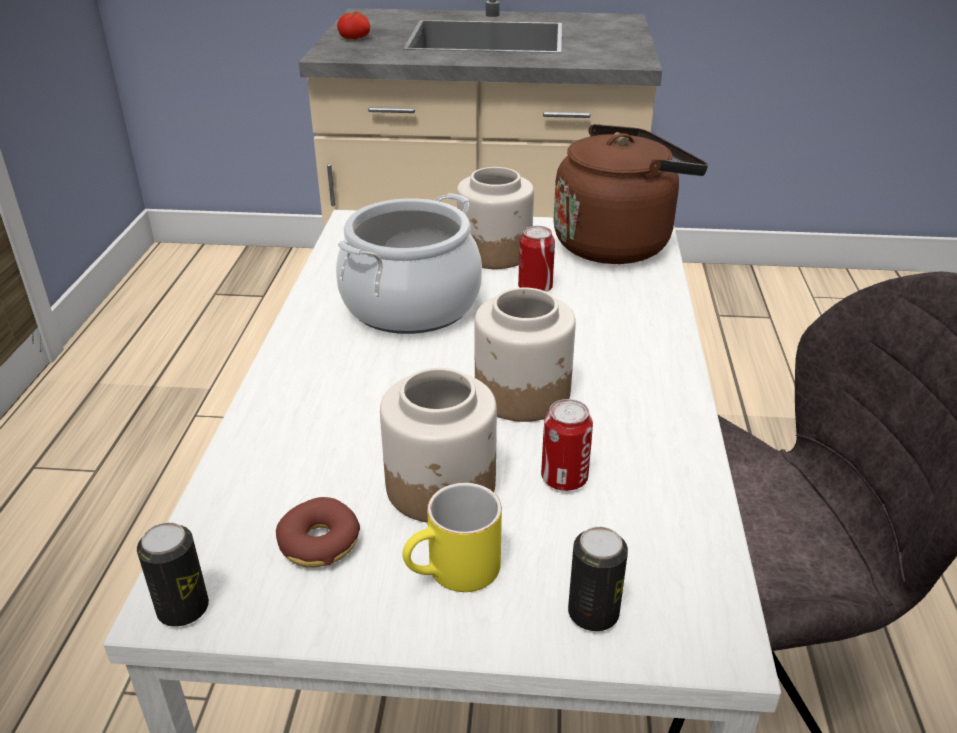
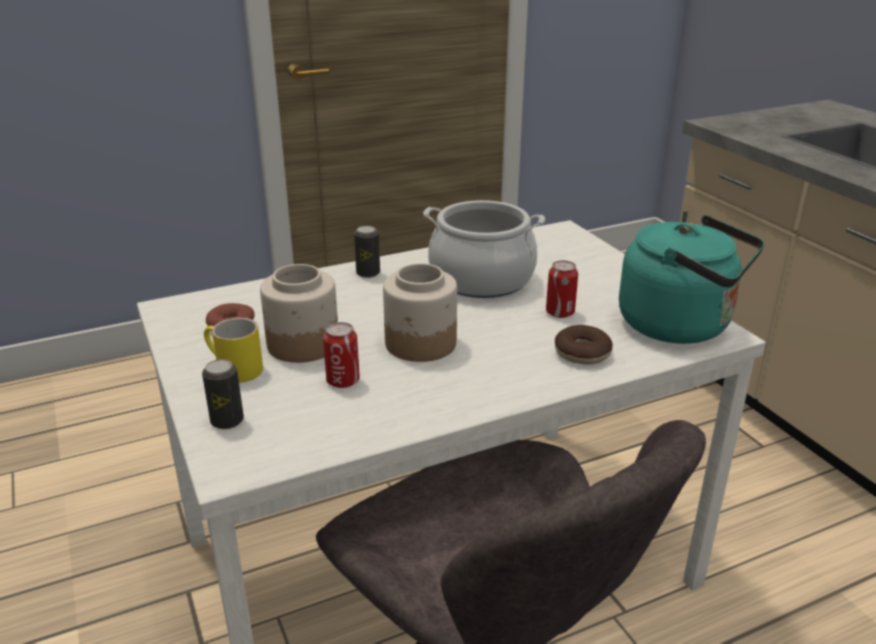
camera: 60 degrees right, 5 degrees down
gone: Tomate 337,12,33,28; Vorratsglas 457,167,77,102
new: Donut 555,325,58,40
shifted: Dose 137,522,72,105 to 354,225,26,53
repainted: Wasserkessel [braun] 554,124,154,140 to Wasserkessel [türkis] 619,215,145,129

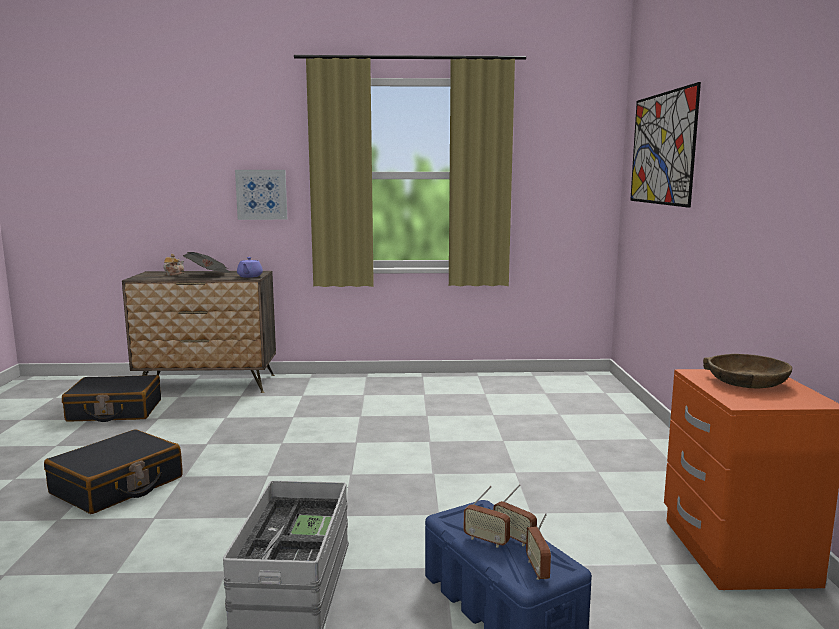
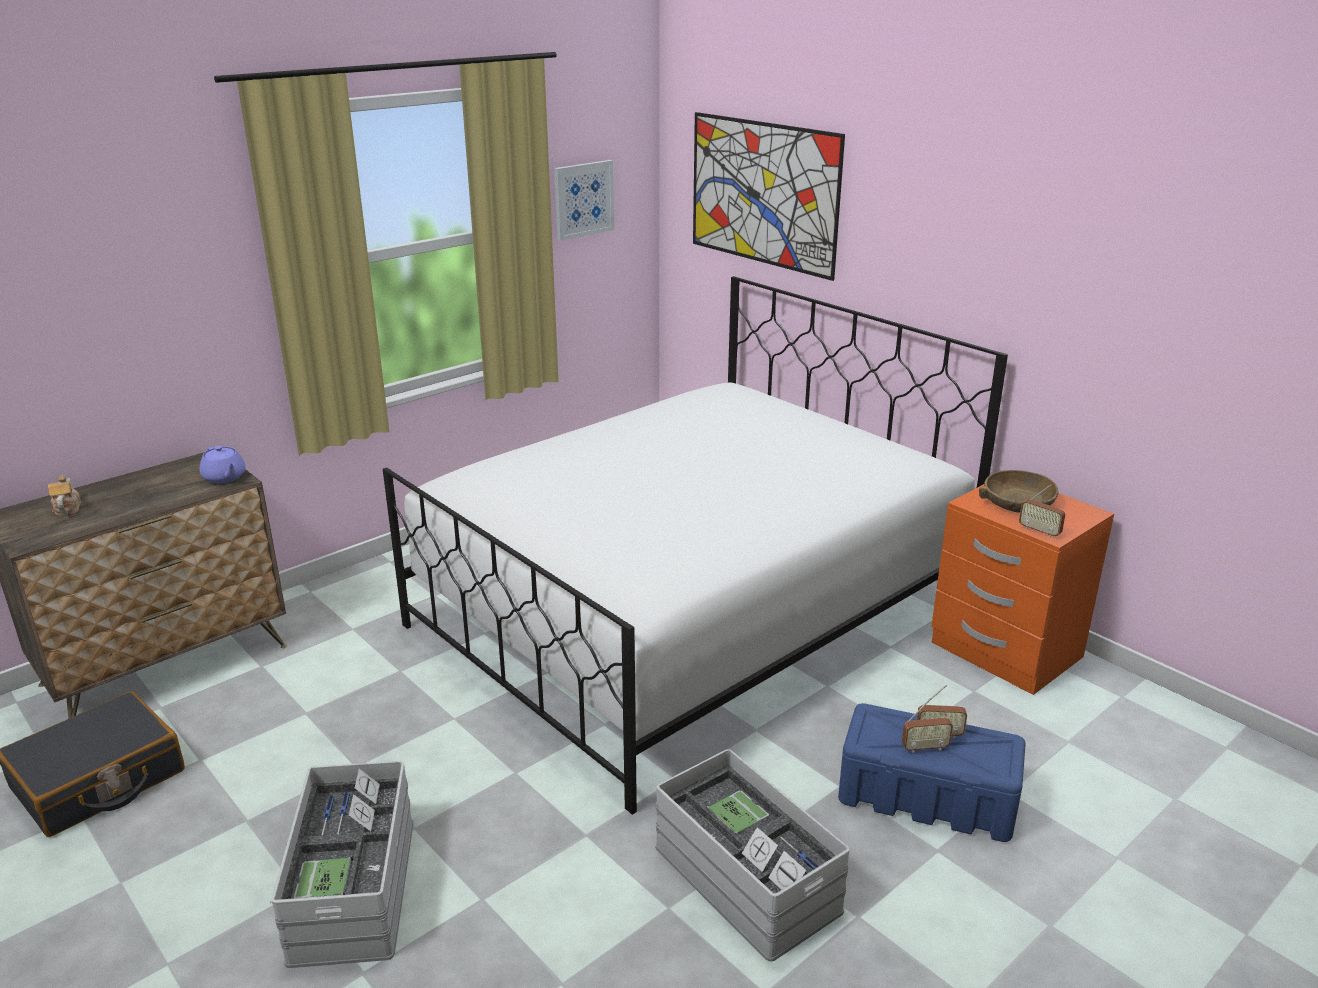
camera: 40 degrees left, 15 degrees up
gone: Zeitung 183,252,48,21
new: Bett [weiß] 383,276,625,539
shifted: Bild 235,170,52,50 to 554,160,60,81; Radio 526,513,25,67 to 1019,484,47,54
swapped: Koffer [schwarz] 44,429,138,85 to Aufbewahrungsbox [grau] 270,761,143,207

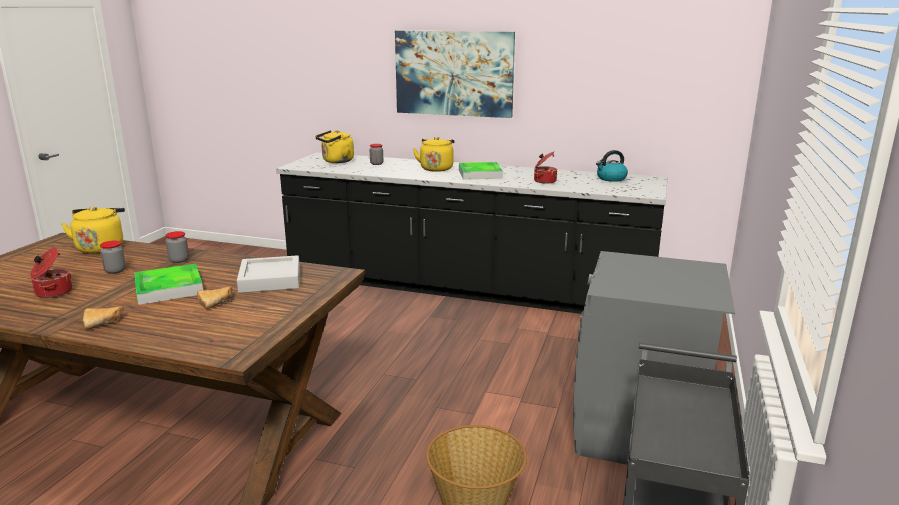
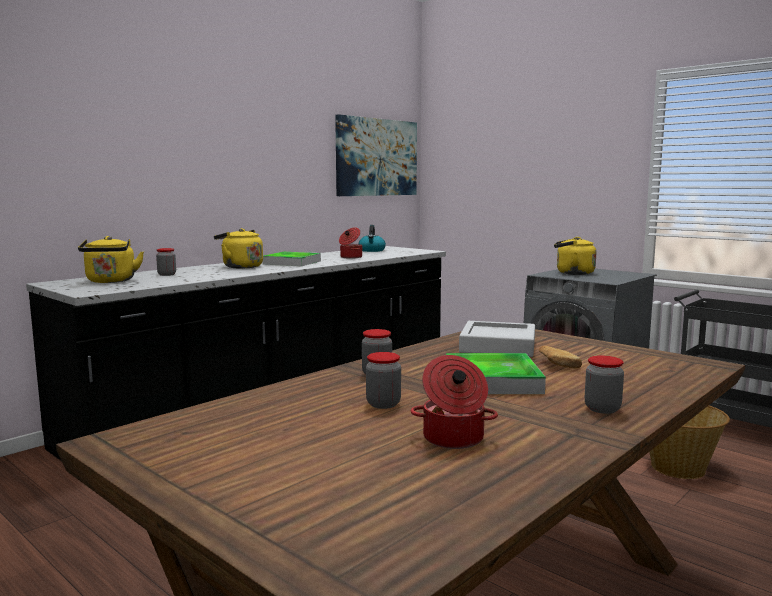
camera: 65 degrees left, 10 degrees down
shifted: Wasserkessel [gelb] 61,207,64,47 to 554,237,42,38; Bild 395,30,120,88 to 335,114,82,82
swapped: Brot 82,306,42,23 to Vorratsglas 585,355,39,59

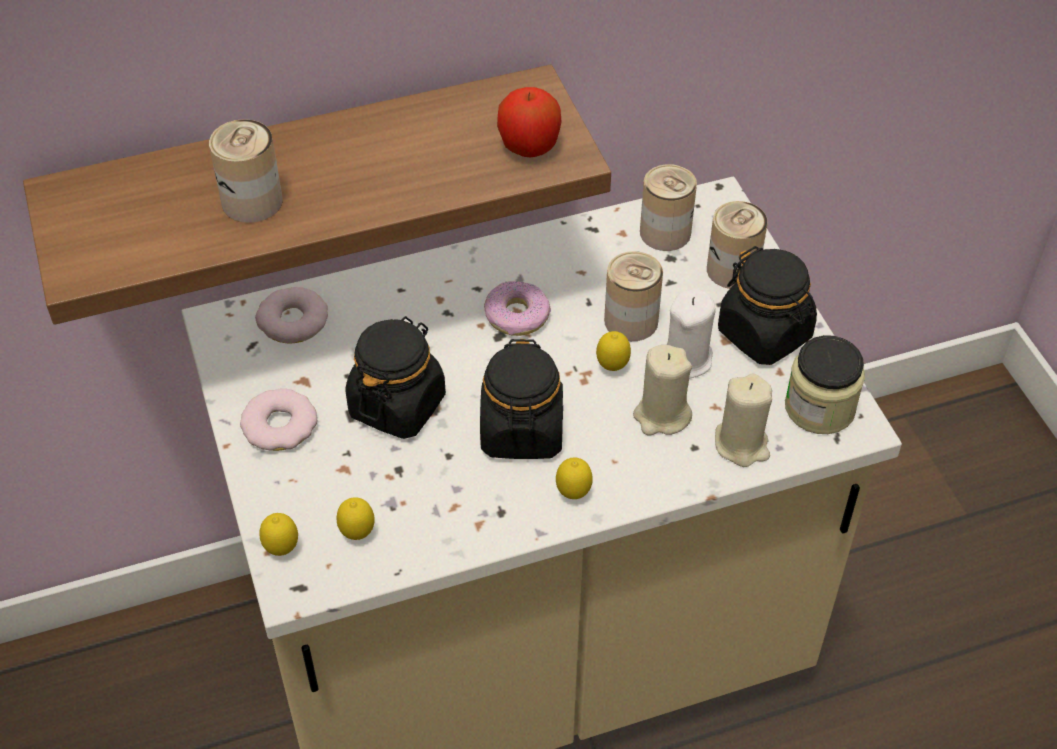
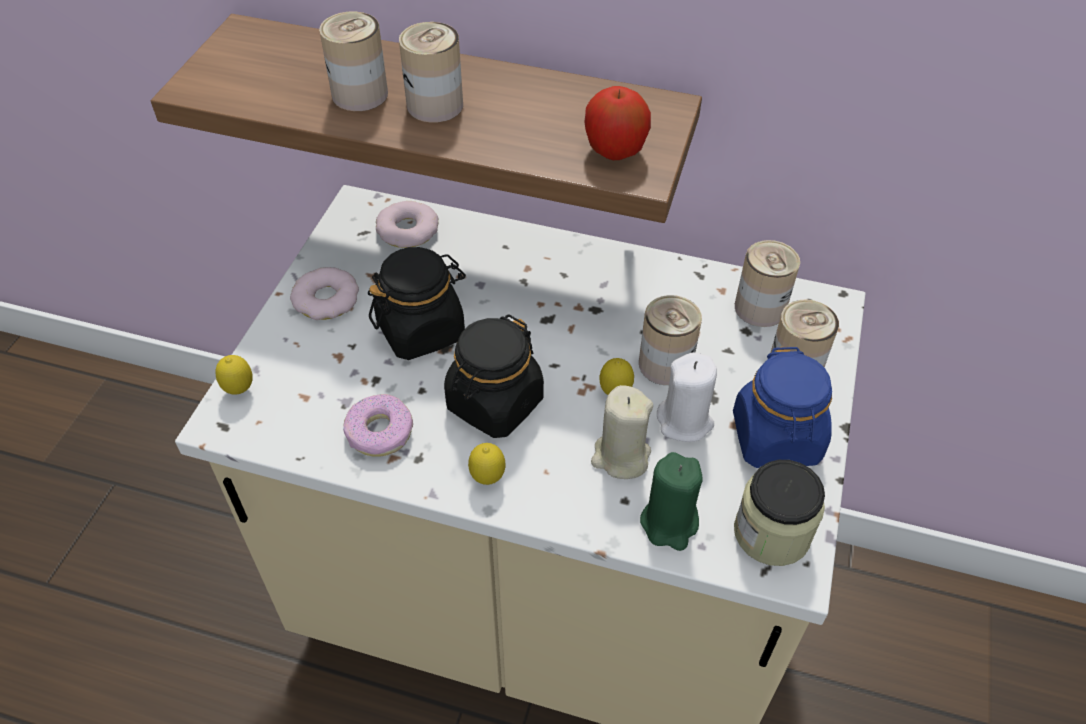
camera: 35 degrees right, 0 degrees up
gone: Zitrone 336,497,38,43
new: Dose 399,22,64,101
shifted: Donut 484,281,67,55 to 343,394,70,63
repainted: Kerze [beige] 715,374,57,93 to Kerze [grün] 640,452,62,99; Vorratsglas [schwarz] 718,246,99,119 to Vorratsglas [blau] 733,347,99,121

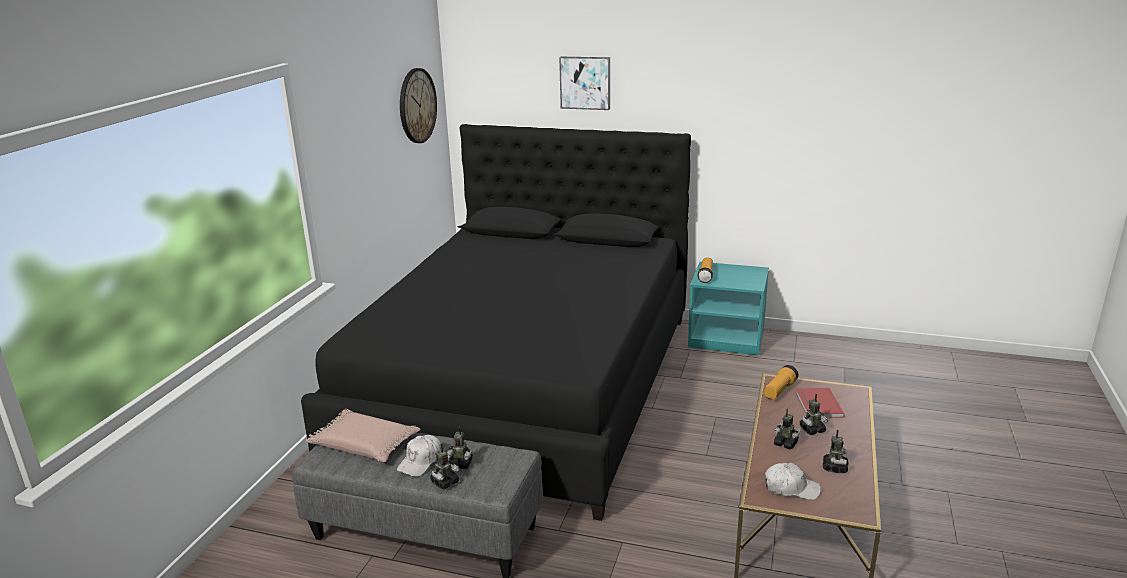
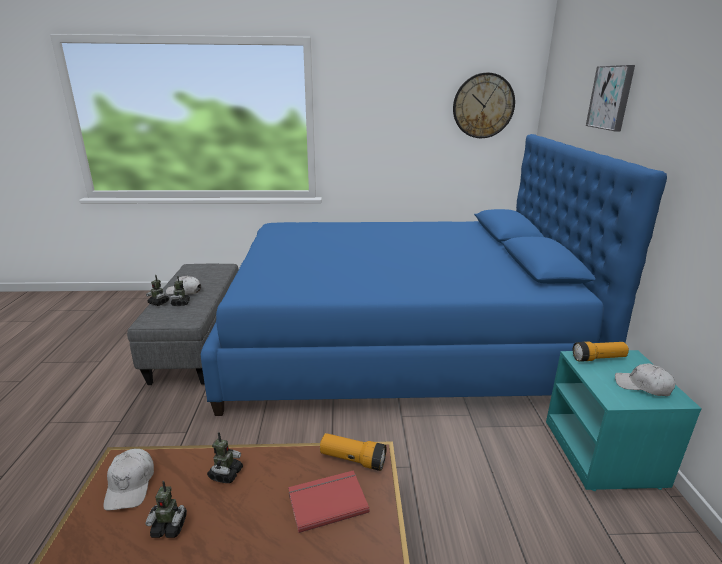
camera: 70 degrees right, 0 degrees up
gone: Kissen [beige] 306,409,114,53; Spielzeugroboter 800,394,28,41
new: Kappe [weiß] 615,363,60,33
repainted: Bett [schwarz] 301,124,390,397 to Bett [blau] 201,134,466,282

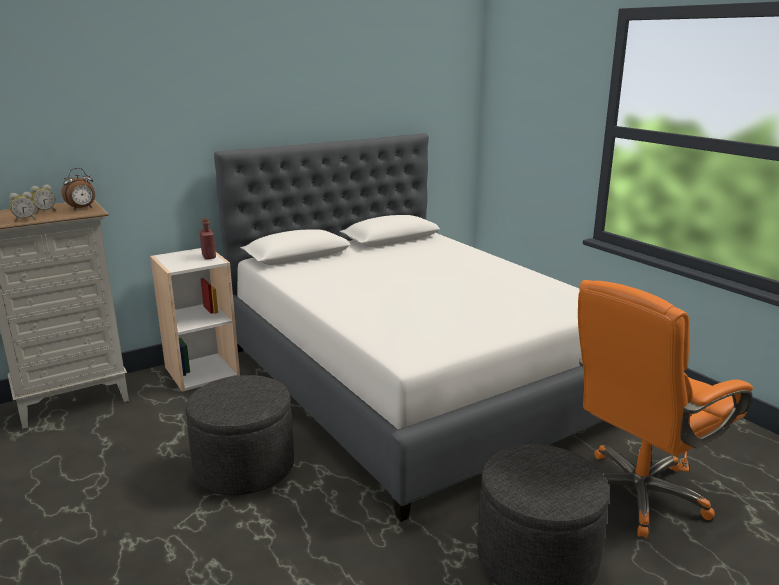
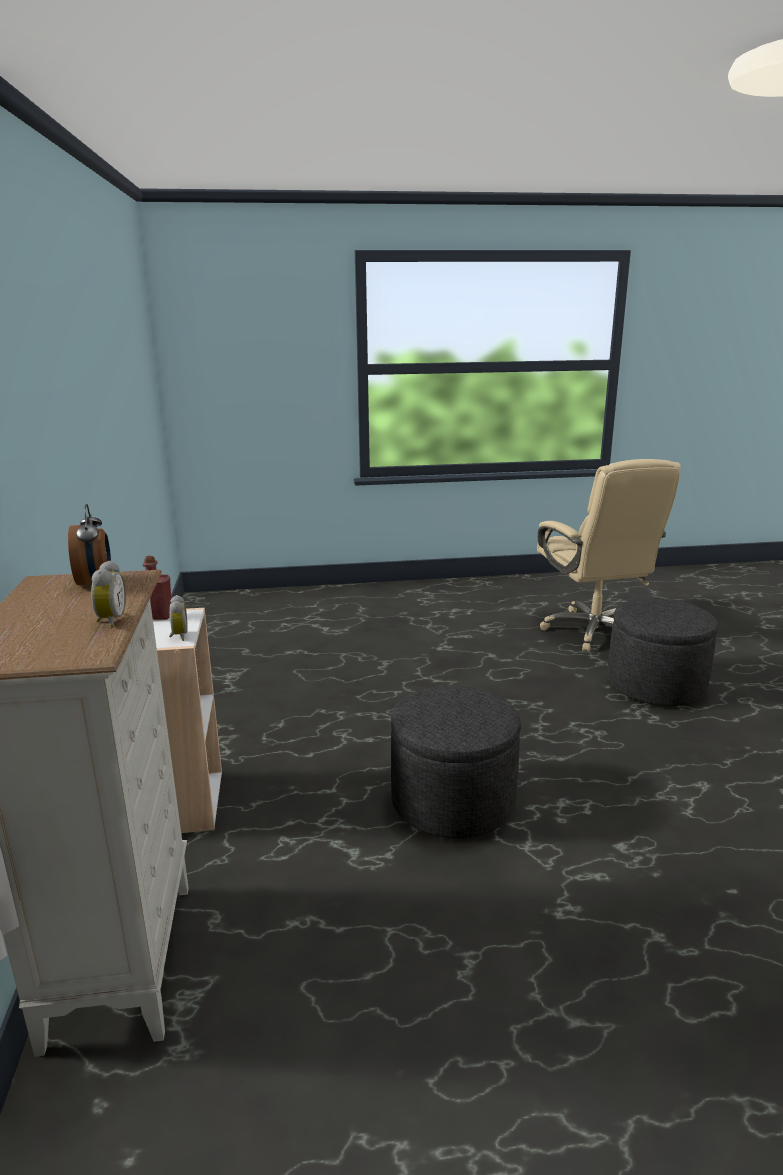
camera: 65 degrees left, 0 degrees up
gone: Bett [weiß] 214,133,389,389
shifted: Wecker 30,184,26,29 to 169,595,19,46
repainted: Bürostuhl [orange] 578,280,175,258 to Bürostuhl [beige] 537,459,144,193

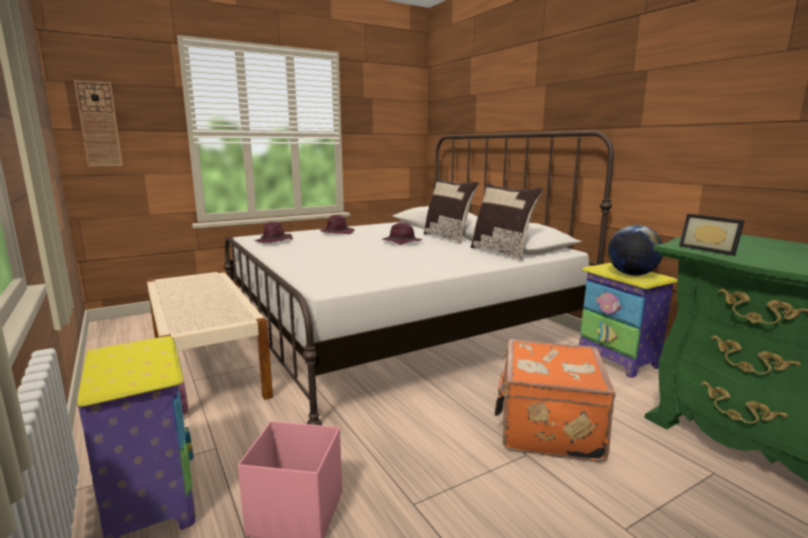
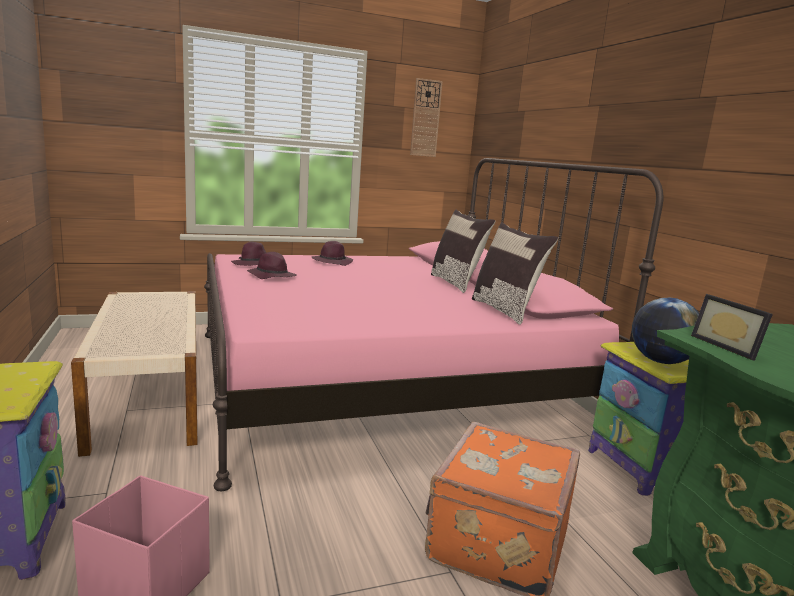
camera: 10 degrees right, 0 degrees up
shifted: Wanduhr 74,80,49,87 to 410,78,33,79; Hut [lila] 382,222,41,23 to 247,252,50,27
repainted: Bett [weiß] 224,131,390,294 to Bett [rosa] 204,158,459,333

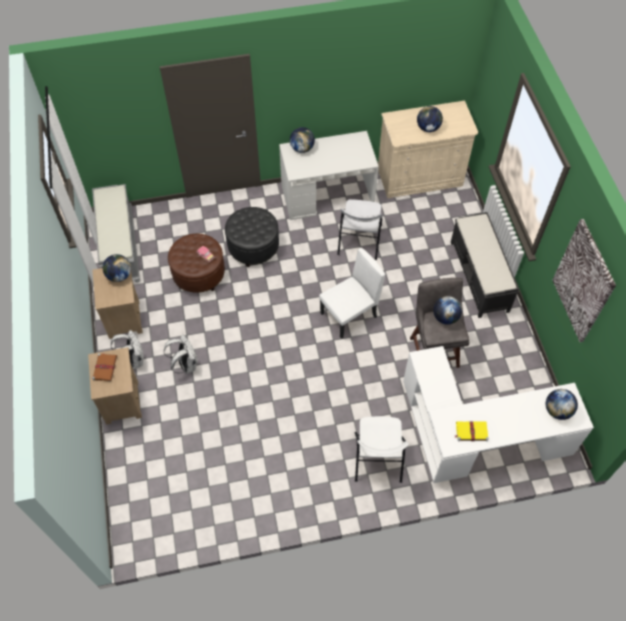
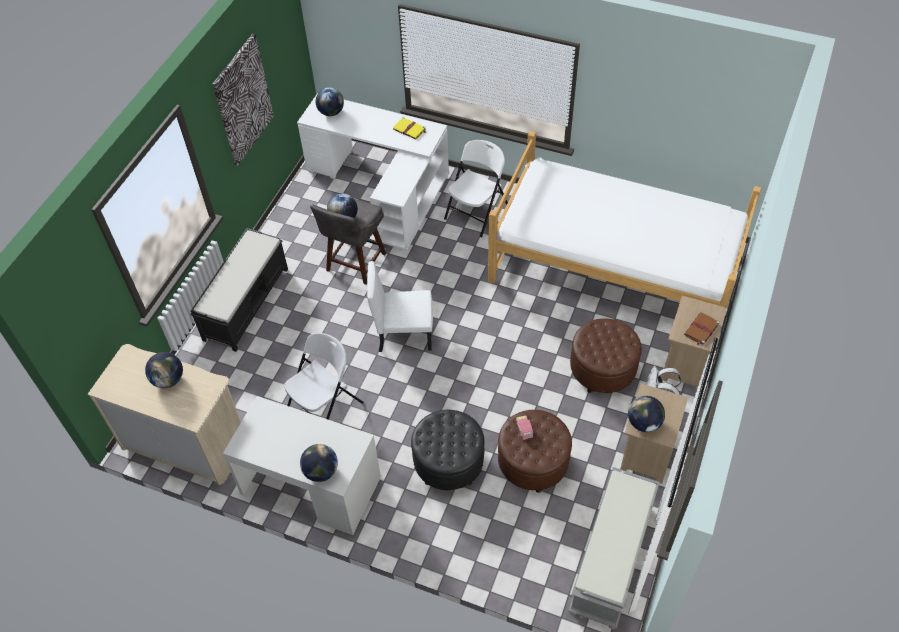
camera: 145 degrees left, 5 degrees down
new: Bett 488,131,273,177
swapped: Rucksack [weiß] 164,334,34,40 to Polsterhocker [braun] 570,318,72,75

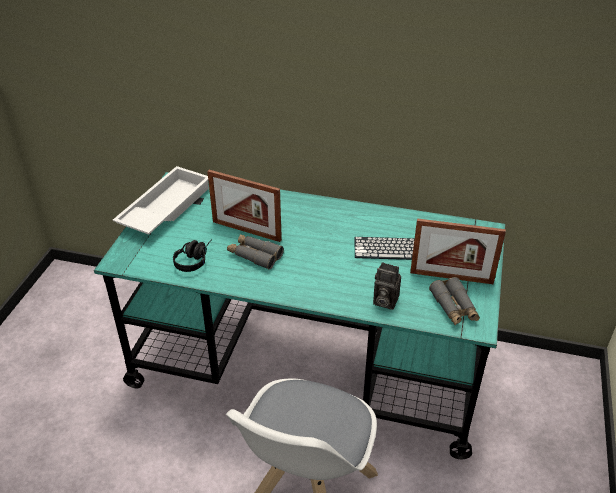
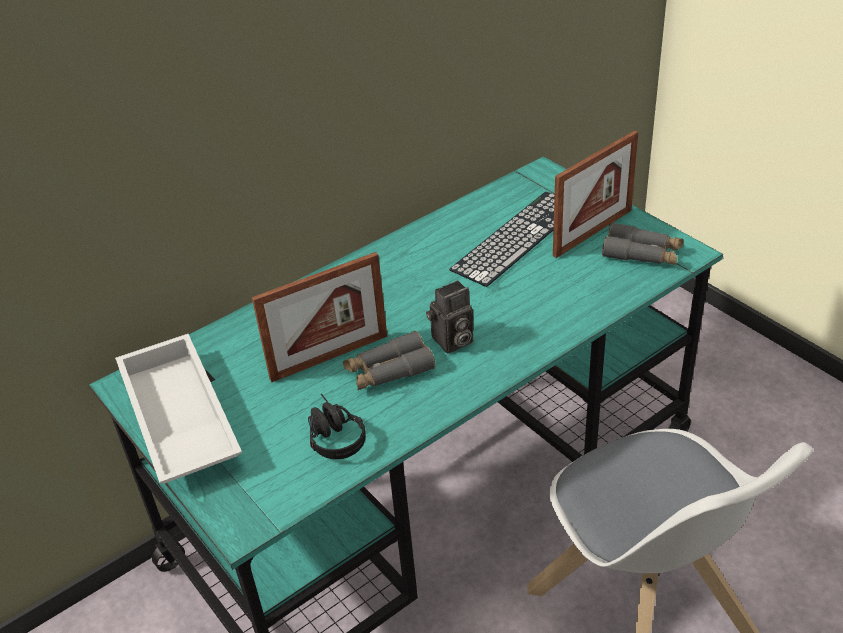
camera: 50 degrees left, 0 degrees up
shifted: Kamera 373,262,28,48 to 426,280,48,74

